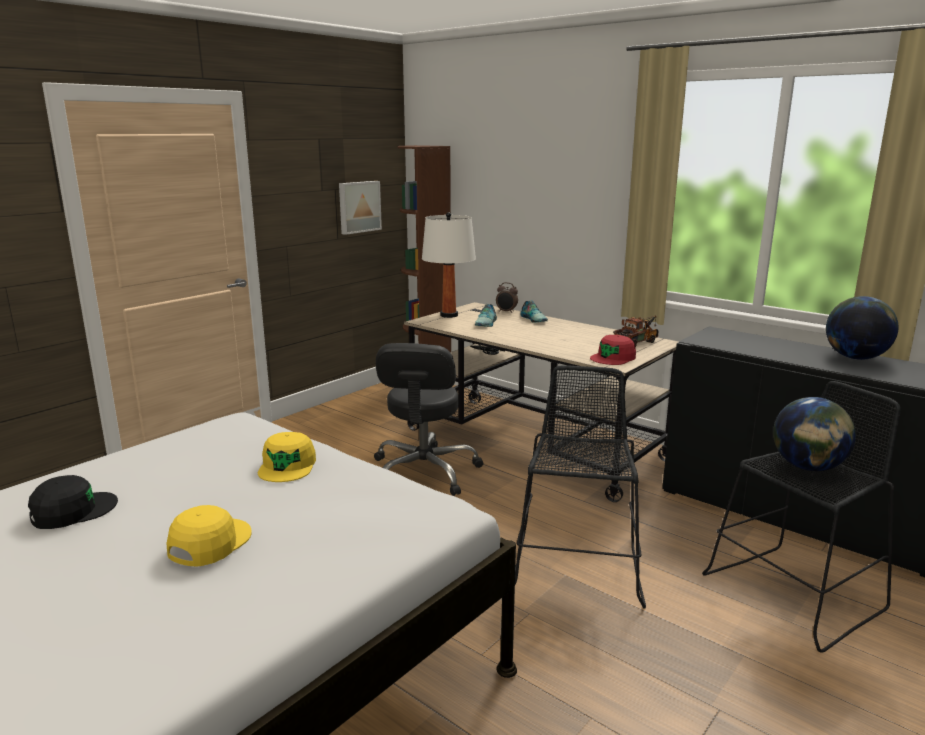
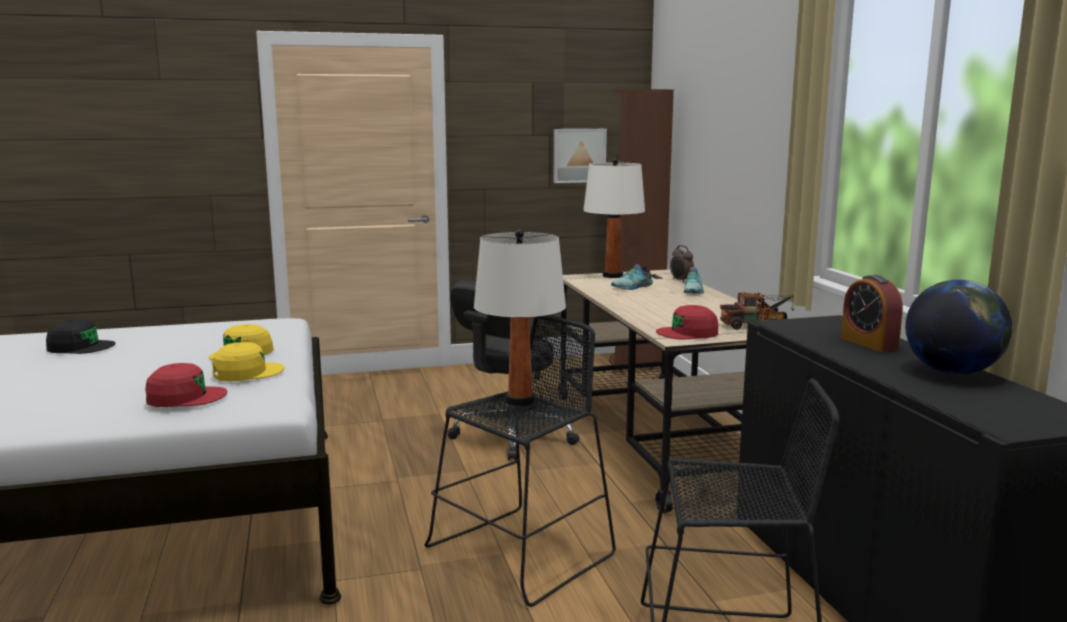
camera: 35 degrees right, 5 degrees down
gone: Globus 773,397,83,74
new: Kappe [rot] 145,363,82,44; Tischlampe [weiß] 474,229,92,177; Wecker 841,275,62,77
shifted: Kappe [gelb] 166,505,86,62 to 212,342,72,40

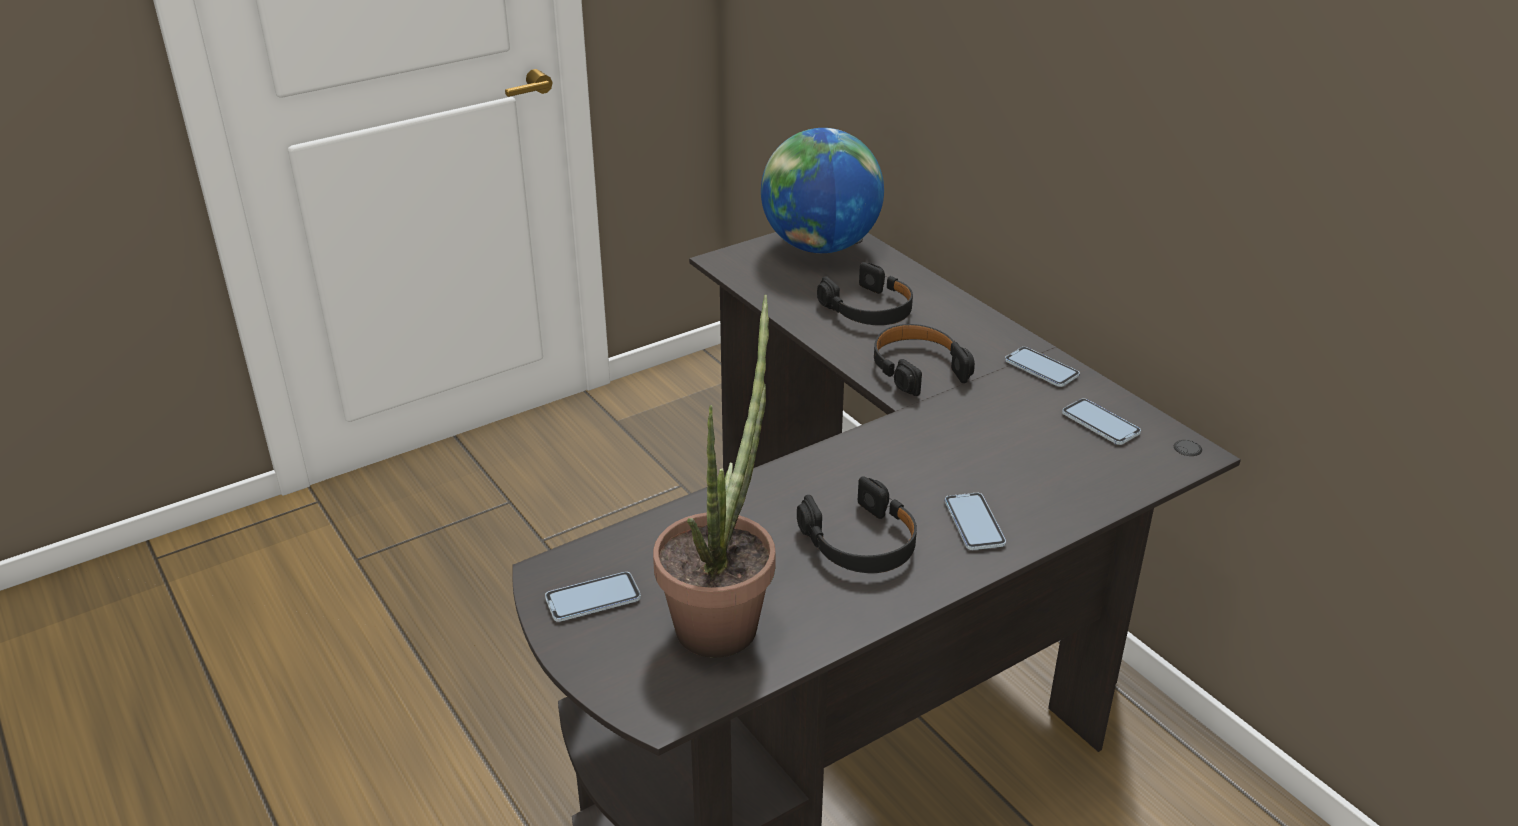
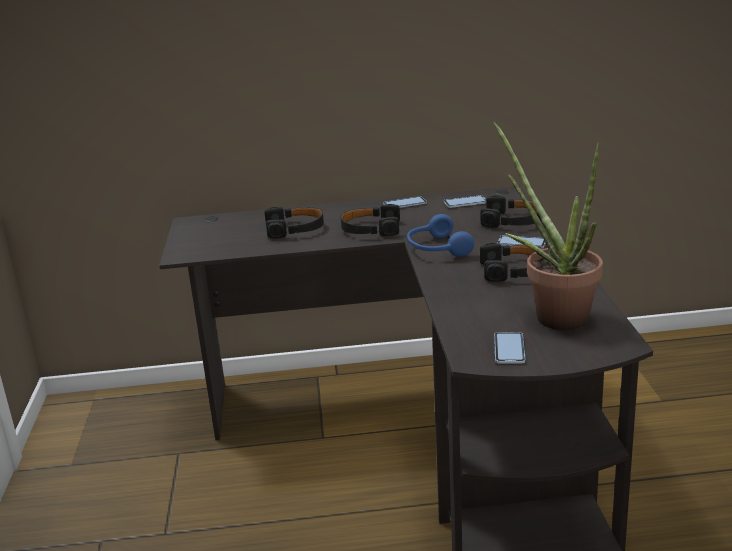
camera: 60 degrees left, 10 degrees down
gone: Globus 761,128,123,125
new: Kopfhörer [blau] 407,214,67,43; Kopfhörer [schwarz] 480,196,63,32

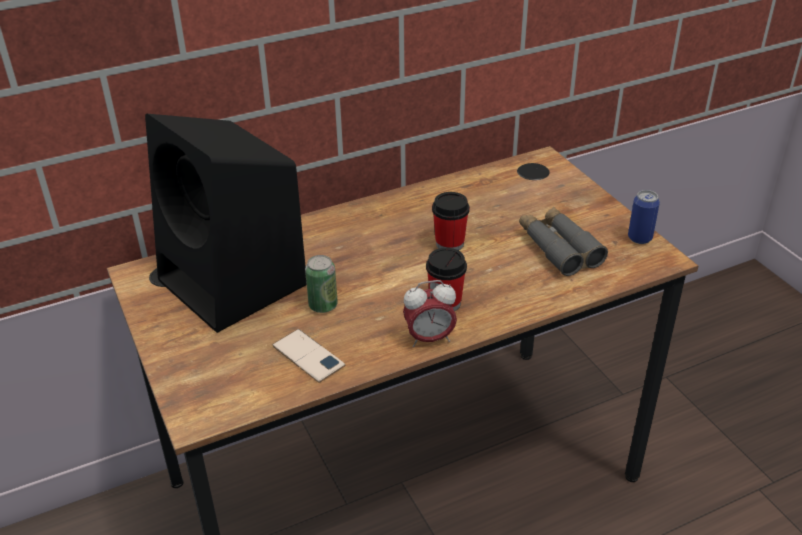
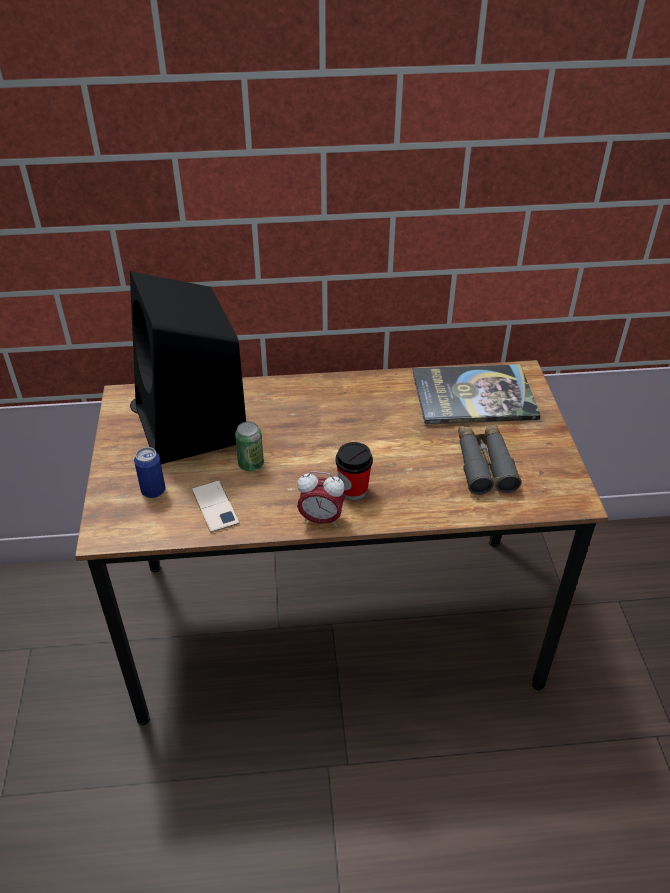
camera: 20 degrees right, 5 degrees up
gone: Tasse 432,192,38,59
new: Buch 412,364,129,60
shifted: Dose 628,190,32,54 to 134,447,31,51

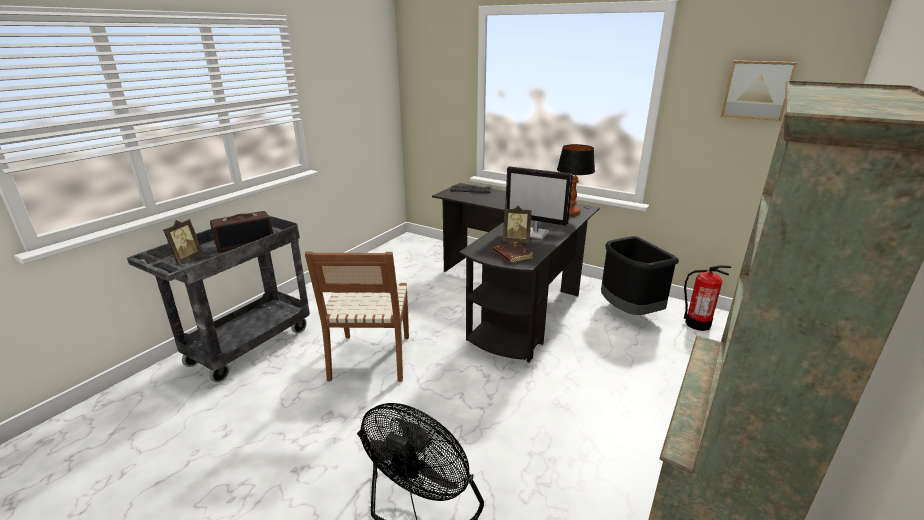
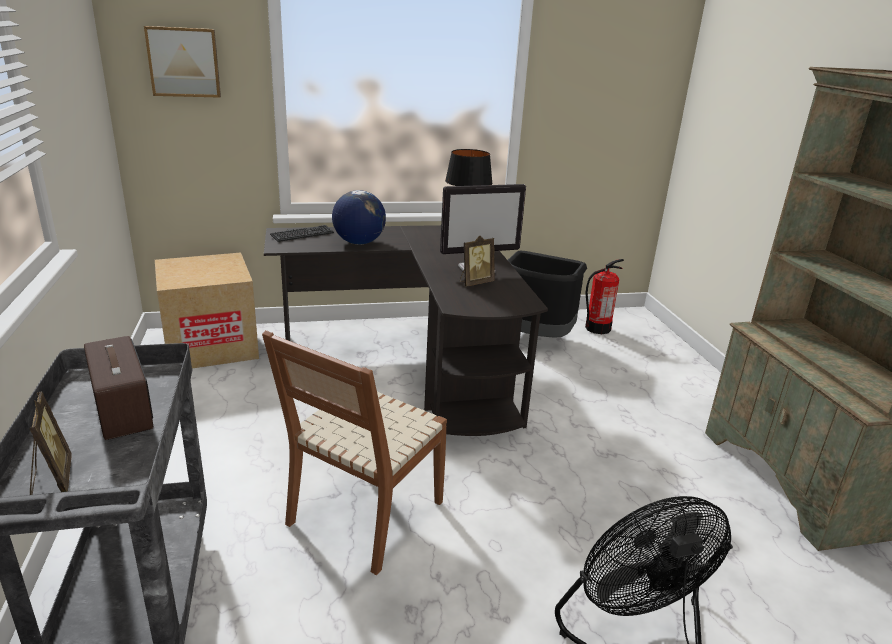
camera: 45 degrees left, 0 degrees up
gone: Buch [braun] 494,242,39,21
new: Karton 155,253,104,115; Globus 332,190,54,54
shifted: Bild 721,61,76,60 to 144,26,77,72
rotated: Radio 210,211,63,42 = 84,336,69,104 45 degrees counterclockwise; Stuhl 305,251,104,131 = 262,330,185,245 75 degrees clockwise

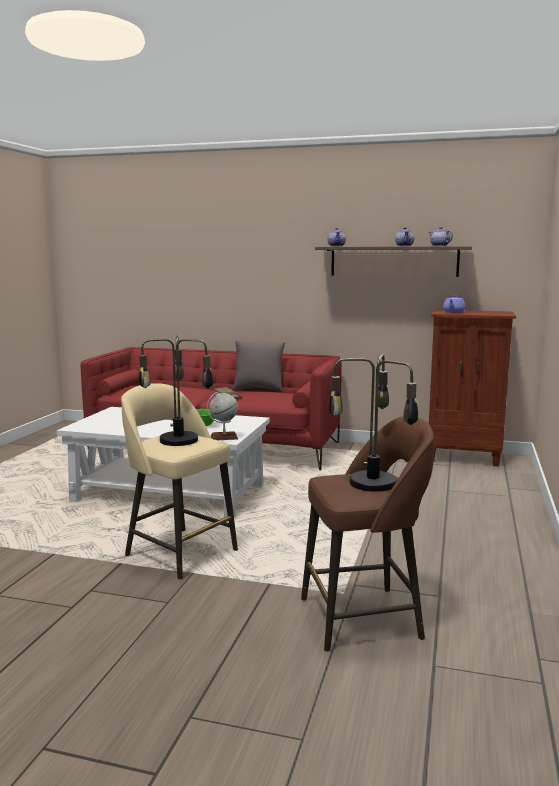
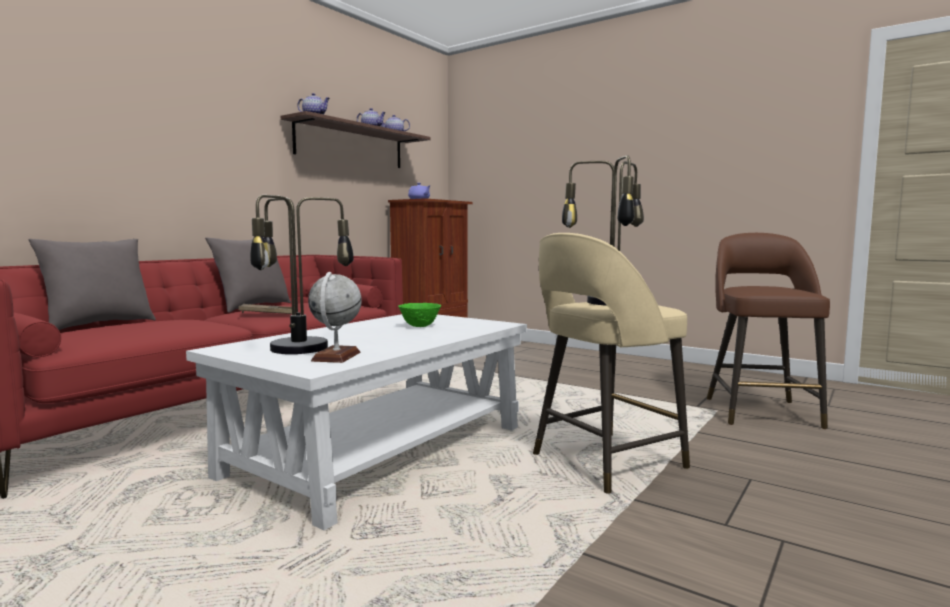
camera: 70 degrees left, 5 degrees down
new: Kissen [grau] 28,239,128,91
shifted: Globus 207,392,31,48 to 308,272,54,91; Tischlampe 329,354,89,138 to 250,195,104,159

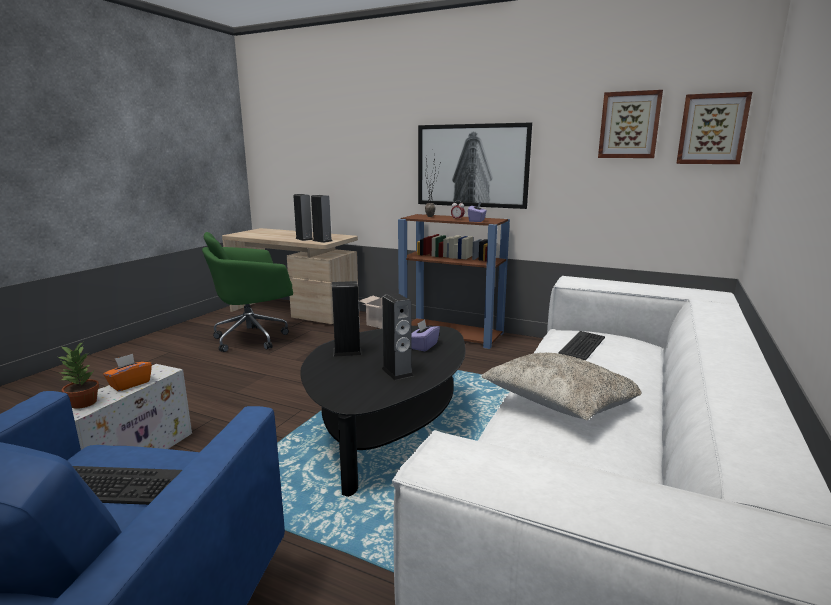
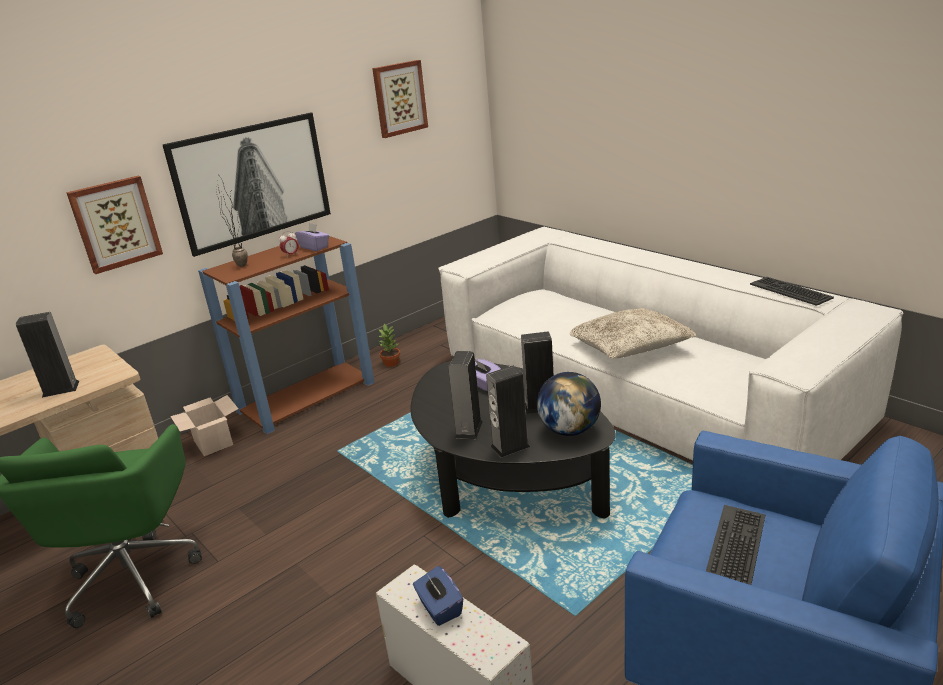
camera: 65 degrees left, 10 degrees up
new: Globus 537,372,64,64
shifted: Topfpflanze 56,342,43,67 to 378,324,22,43; Lautsprecher 311,195,21,48 to 486,365,44,93; Tastatur 558,331,47,29 to 750,277,84,29; Bild 676,92,76,72 to 66,176,97,98
repainted: Taschentuchbox [orange] 103,354,49,38 to Taschentuchbox [blau] 413,566,50,60

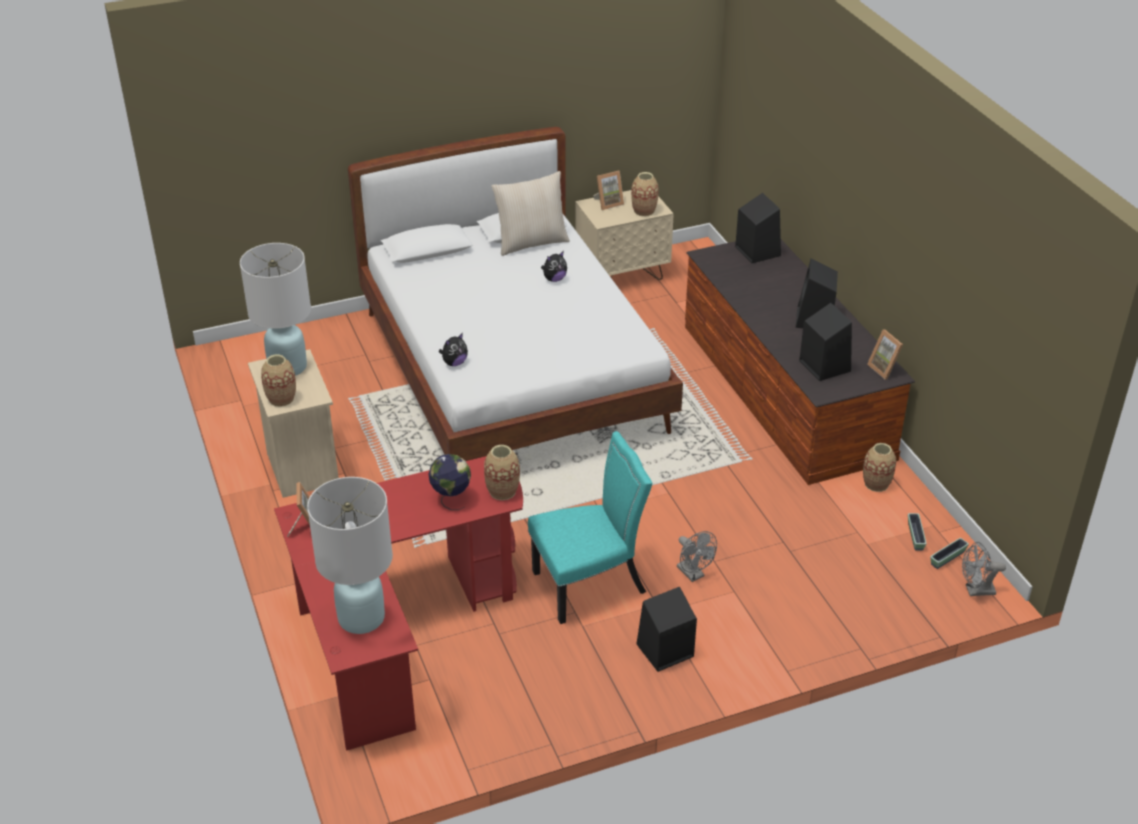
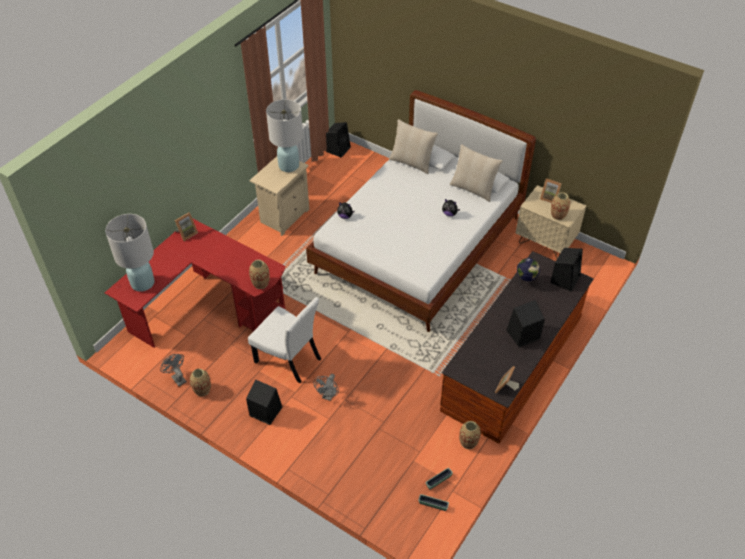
camera: 55 degrees right, 10 degrees up
new: Kissen [beige] 389,119,49,55
shifted: Vase 261,354,35,53 to 190,369,21,27; Globus 428,454,43,56 to 517,258,23,31; Lautsprecher [schwarz] 799,303,53,78 to 326,122,25,36; Ventilator [grau] 962,542,44,54 to 160,354,26,32
repainted: Stuhl [türkis] 528,431,125,193 to Stuhl [weiß] 248,297,73,86

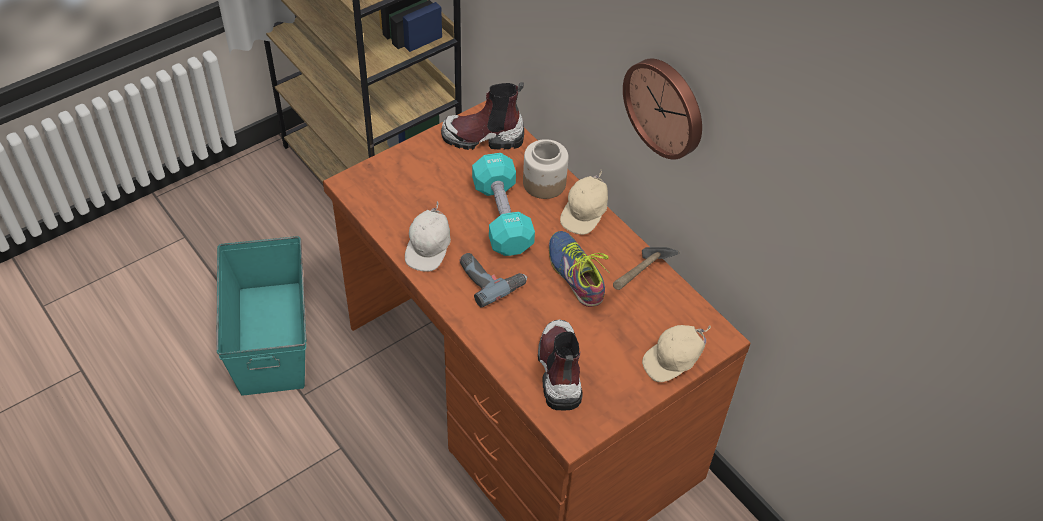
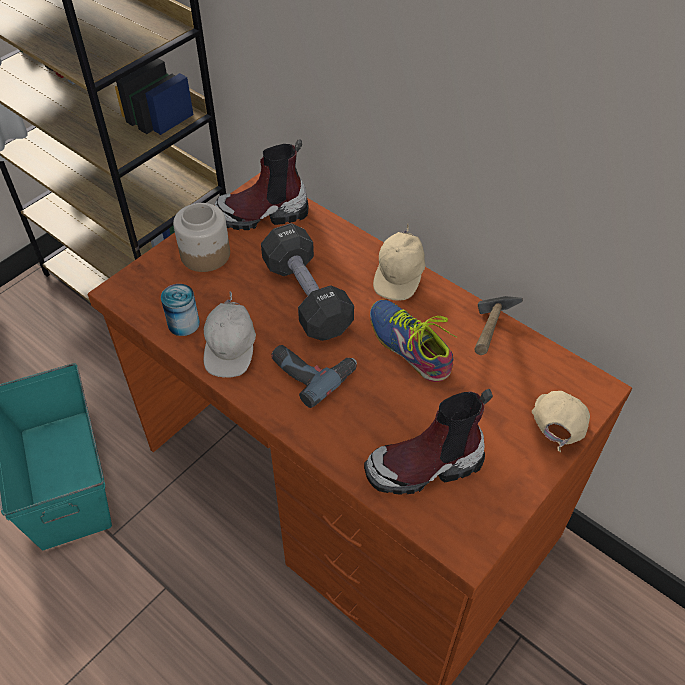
camera: 10 degrees left, 0 degrees up
gone: Wanduhr 623,59,79,101
new: Dose 161,284,39,52
shifted: Vorratsglas 523,139,46,60 to 173,203,57,69
repainted: Hantel [türkis] 472,153,63,103 to Hantel [schwarz] 261,223,93,118
rotated: Stiefel 538,319,45,91 = 364,389,129,106 90 degrees counterclockwise; Kappe [beige] 642,325,69,57 = 532,391,58,61 150 degrees clockwise

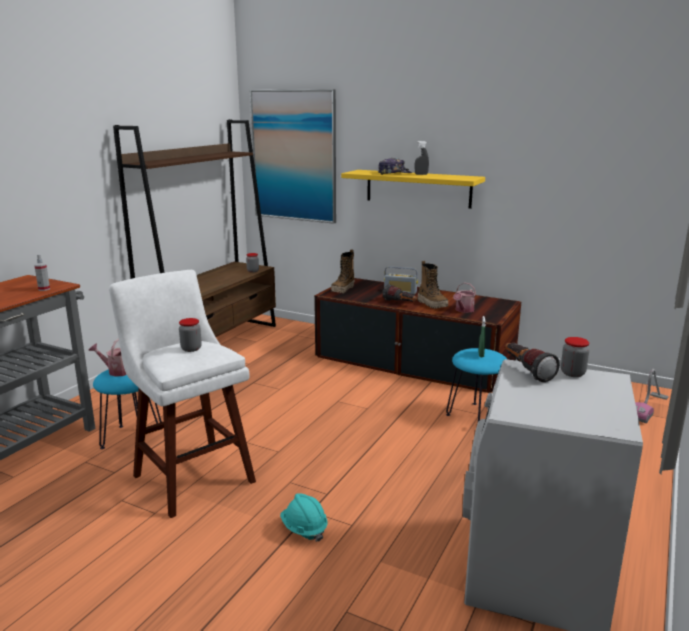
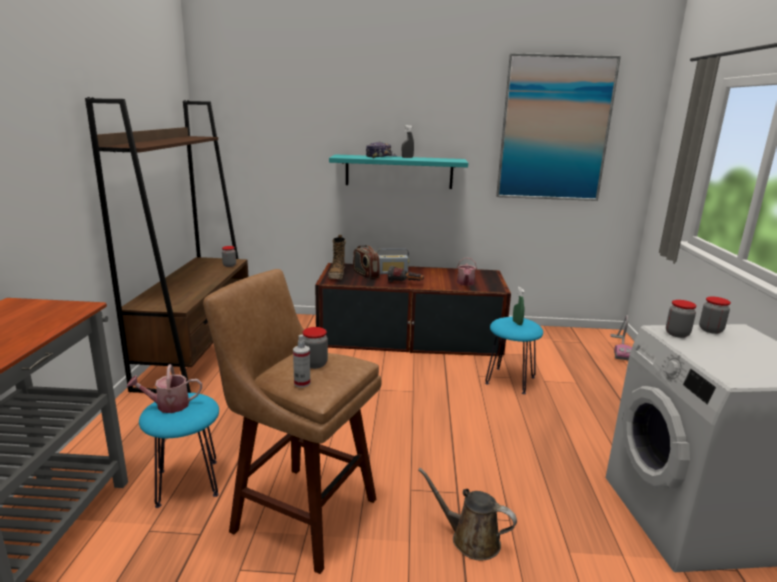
camera: 25 degrees left, 0 degrees up
gone: Stiefel 418,261,30,48
new: Radio 353,245,27,35
shifted: Sprühflasche 34,254,16,37 to 293,335,17,52; Bild 250,89,86,135 to 496,53,125,148
swapped: Schutzhelm [türkis] 280,493,48,49 to Gießkanne [braun] 418,468,99,92; Taschenlampe 505,343,55,39 to Vorratsglas 666,300,31,38
repainted: Hocker [weiß] 109,270,147,248 to Hocker [braun] 203,269,179,305; Wandregal [gelb] 341,170,144,39 to Wandregal [türkis] 329,154,139,35

